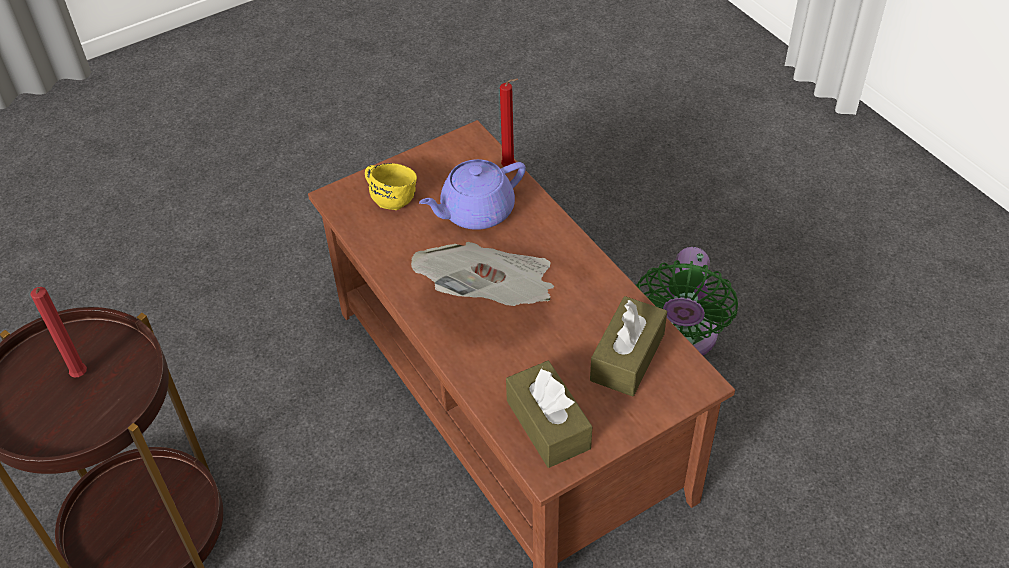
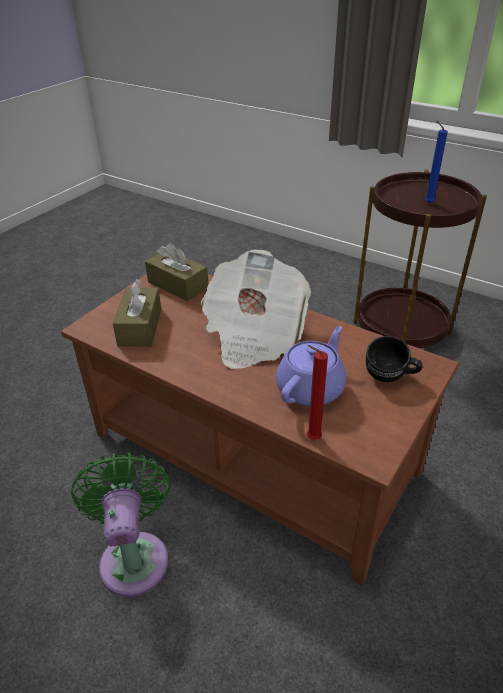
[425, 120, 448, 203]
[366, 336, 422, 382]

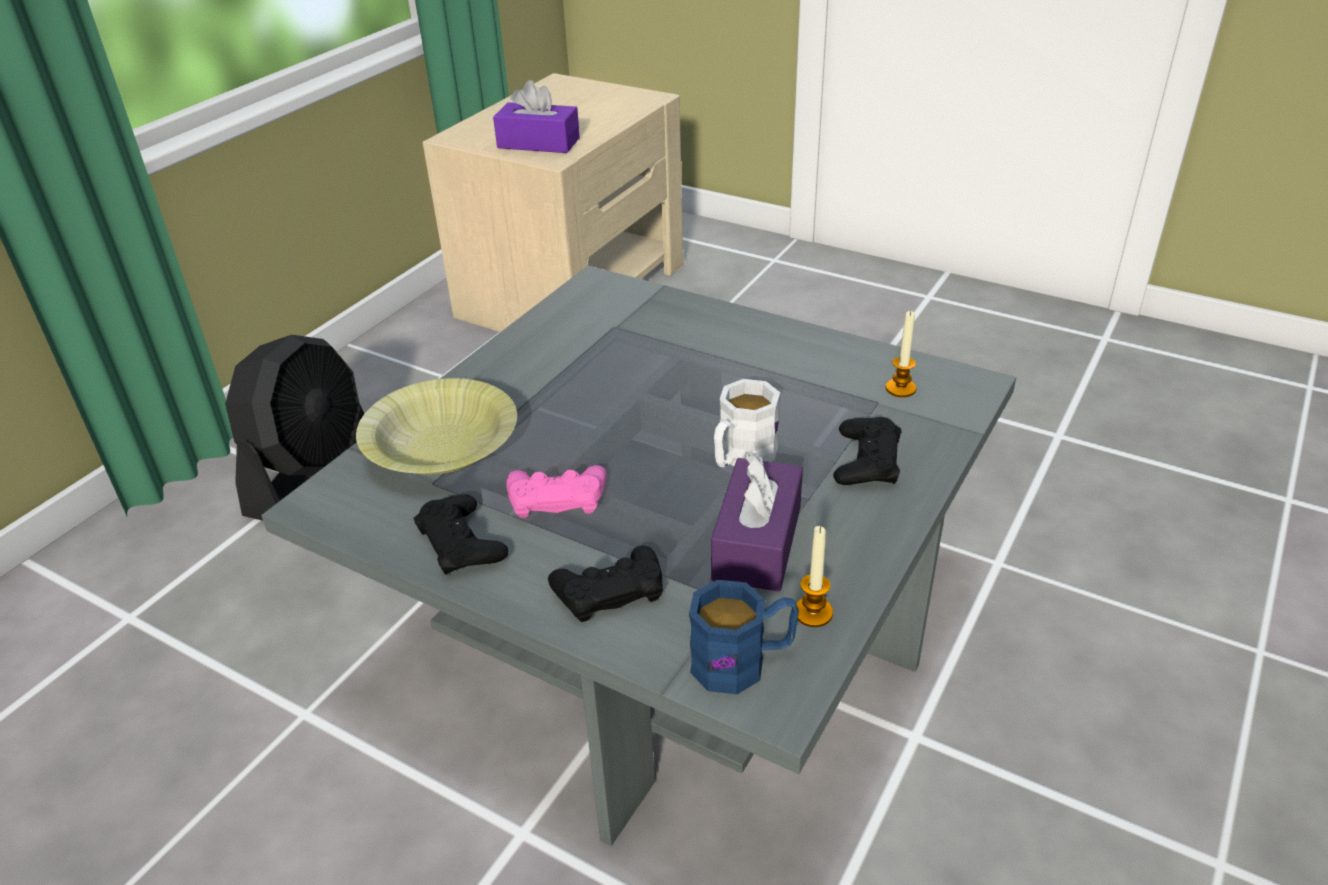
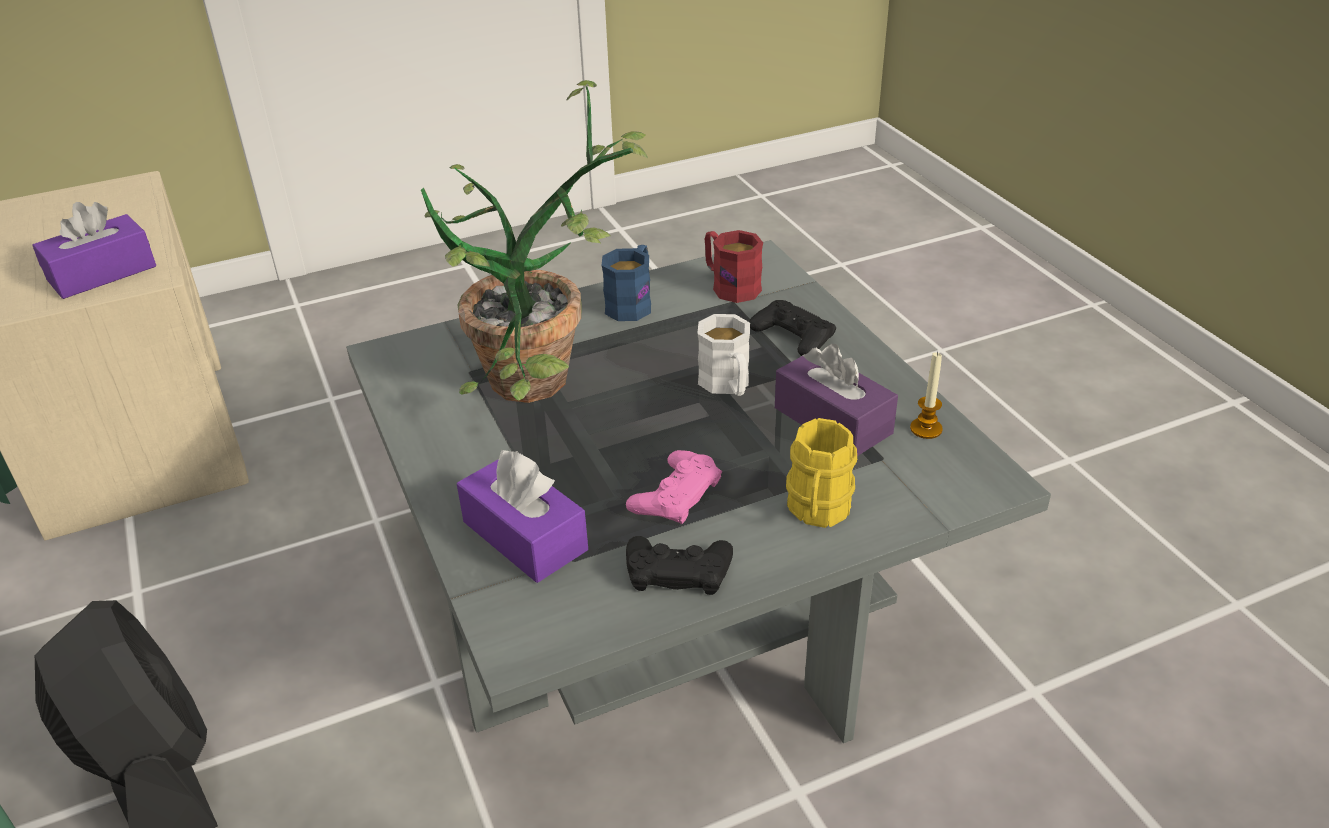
[421, 80, 647, 403]
[602, 245, 651, 321]
[457, 450, 588, 583]
[786, 418, 857, 528]
[705, 230, 763, 303]

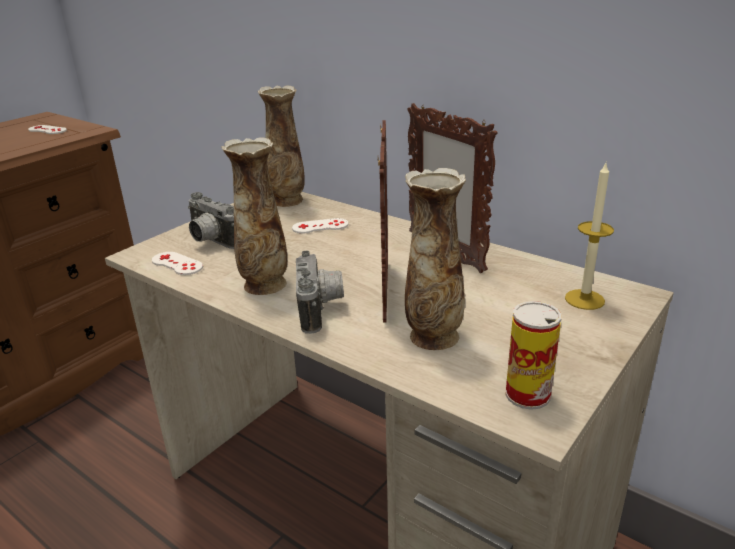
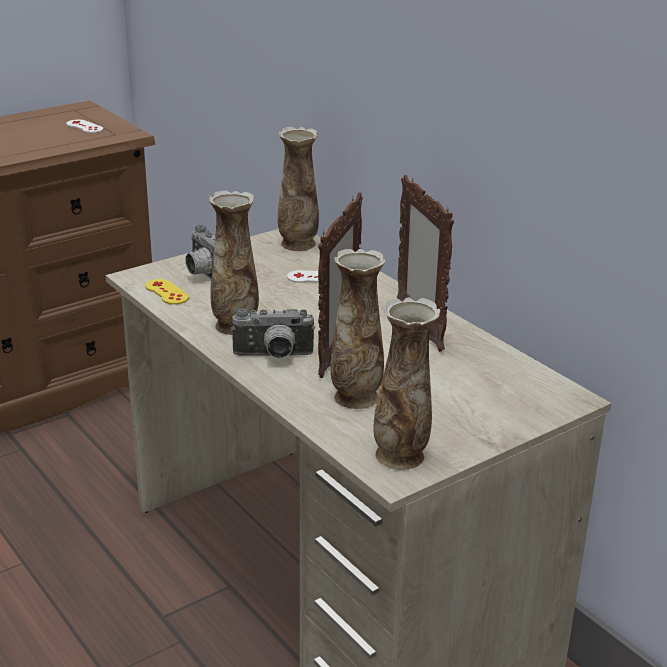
[565, 161, 614, 310] (first image)
[374, 297, 440, 470]
[145, 279, 189, 305]
[231, 308, 315, 359]

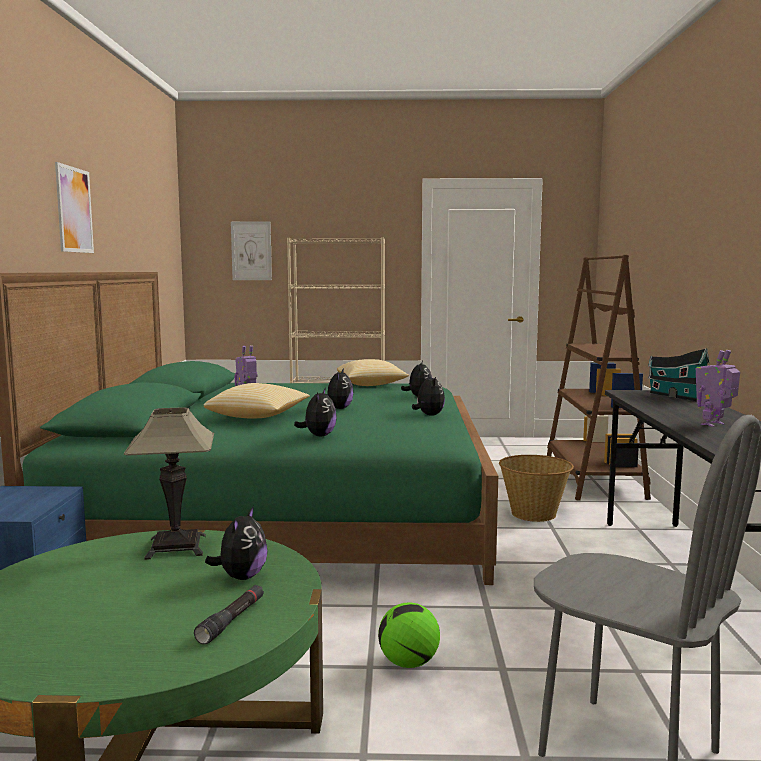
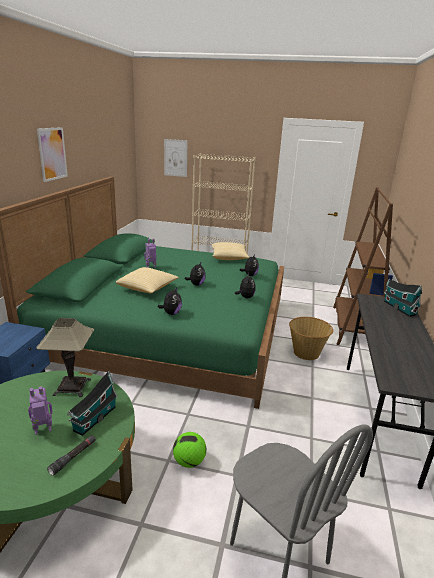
[28, 386, 53, 435]
[68, 371, 117, 436]

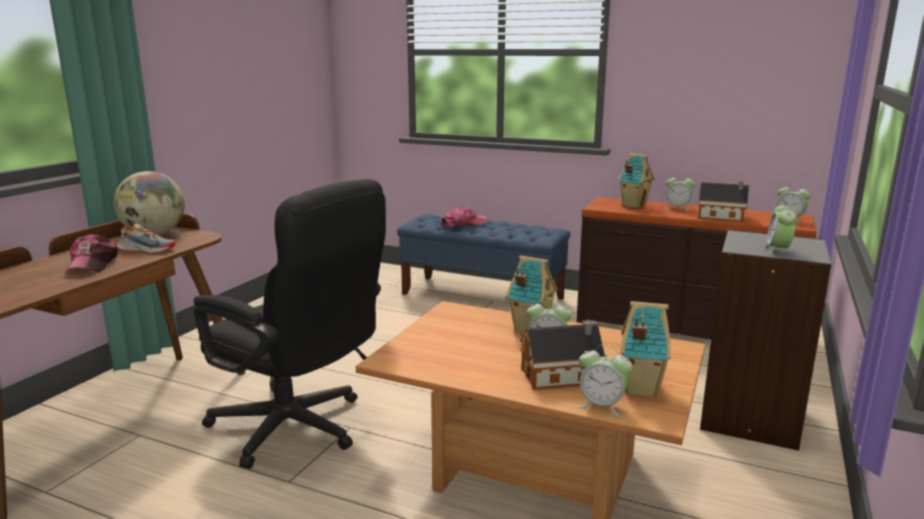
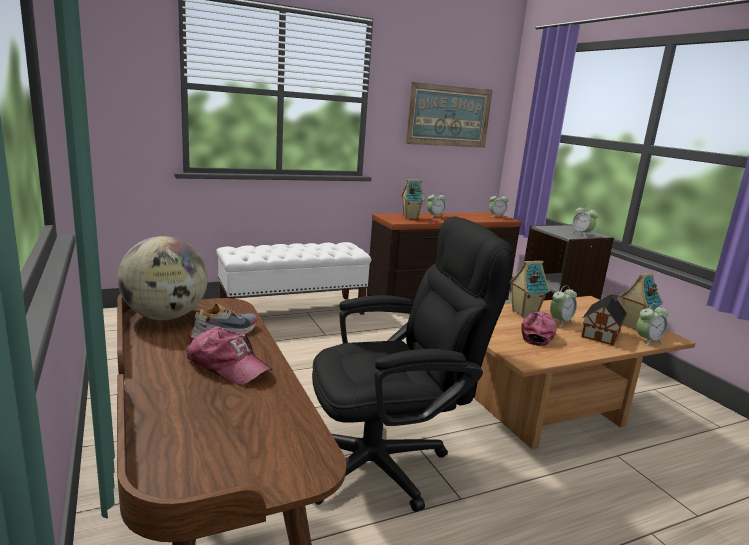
[698, 181, 749, 222] (first image)
[405, 82, 493, 148]
[521, 311, 557, 346]
[216, 242, 372, 315]

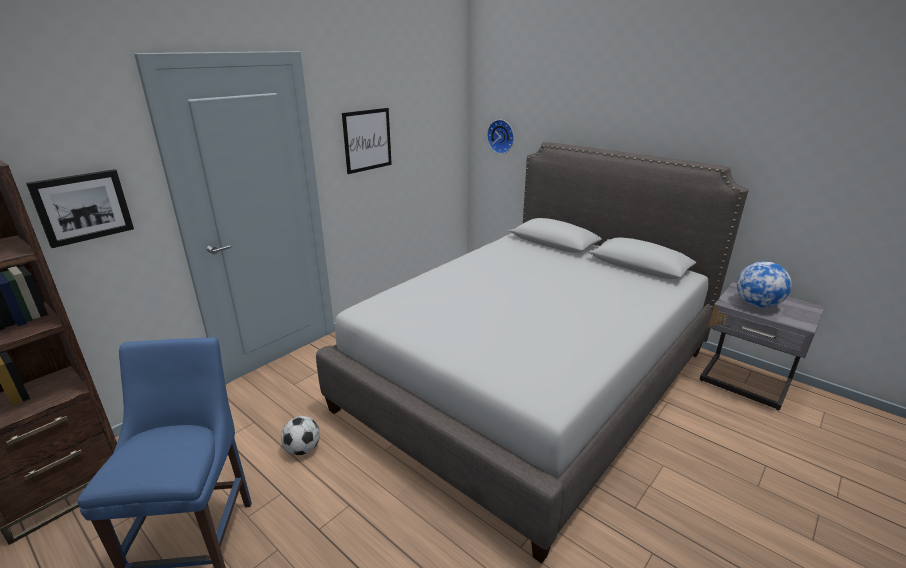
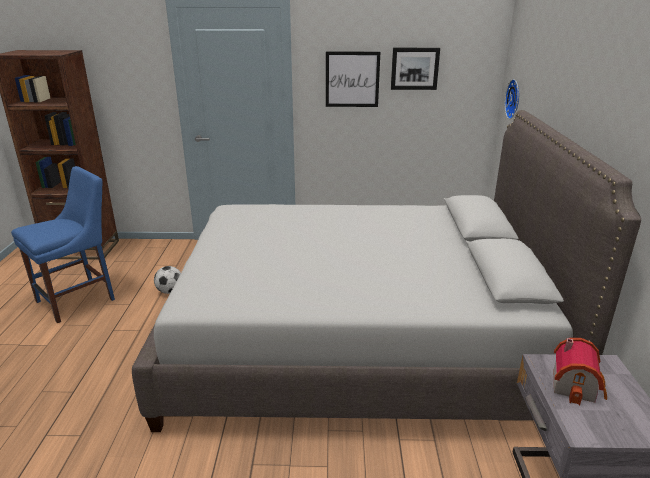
[391, 48, 440, 90]
[554, 338, 607, 405]

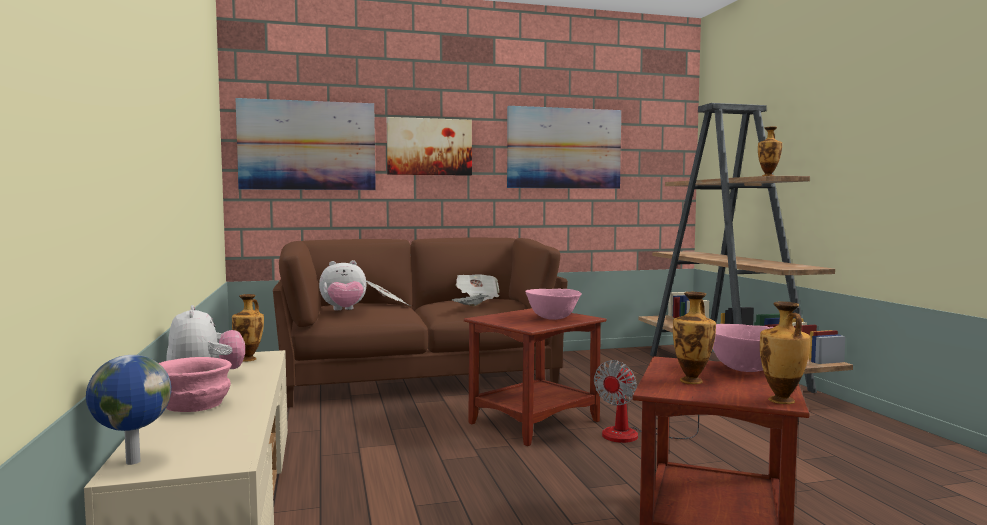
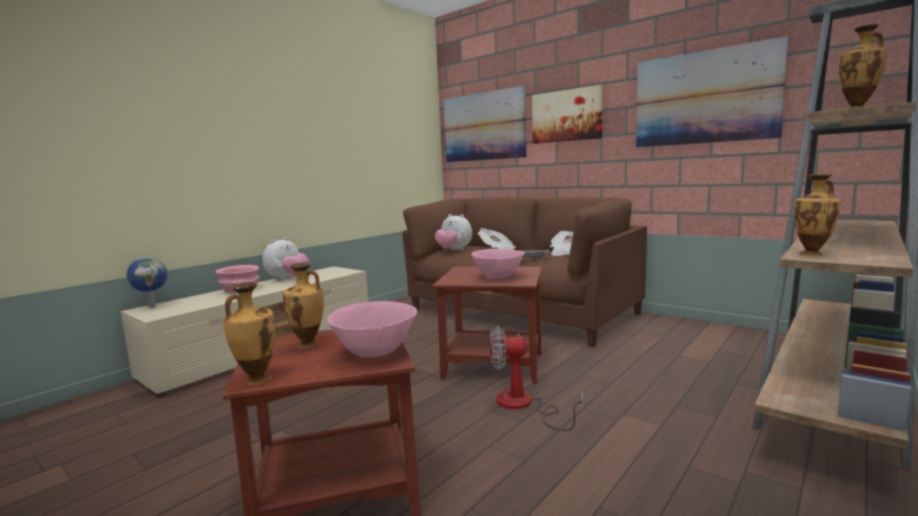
[794, 174, 841, 256]

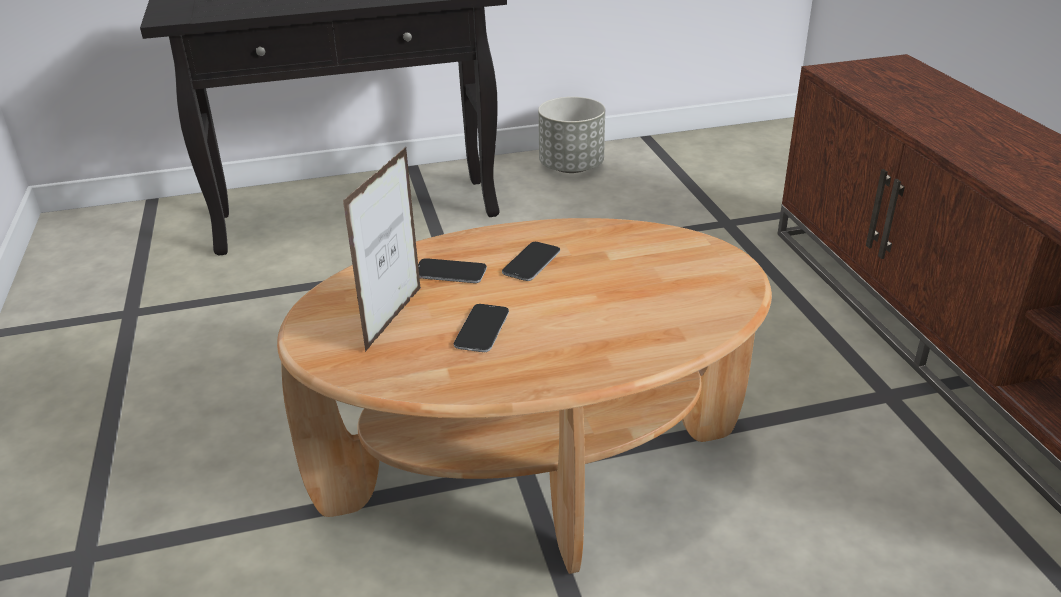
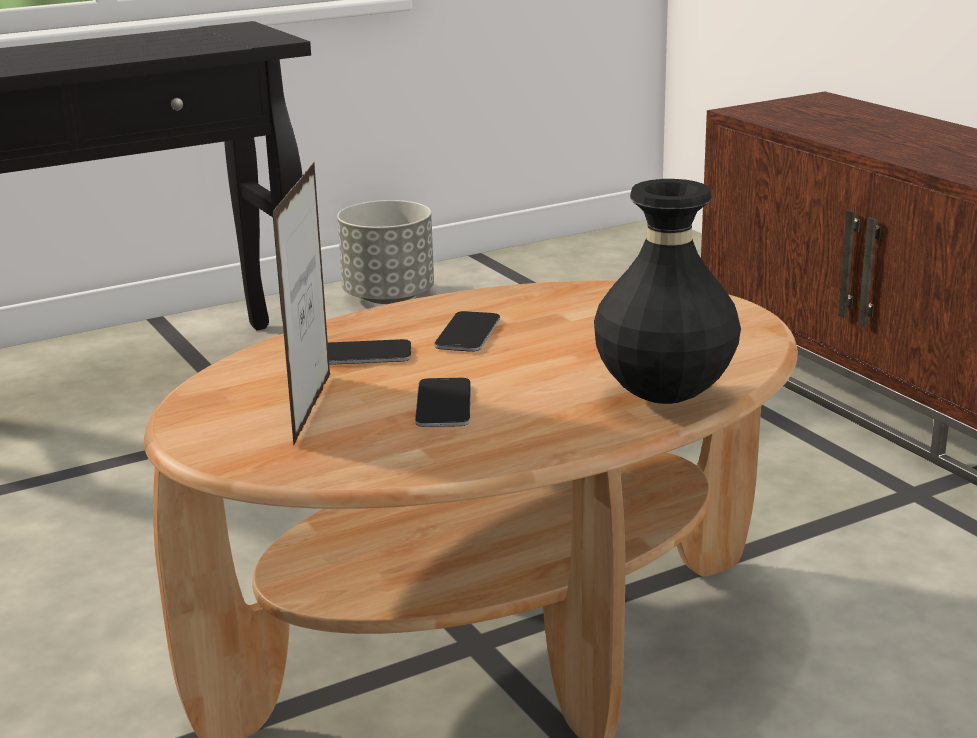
[594, 179, 741, 404]

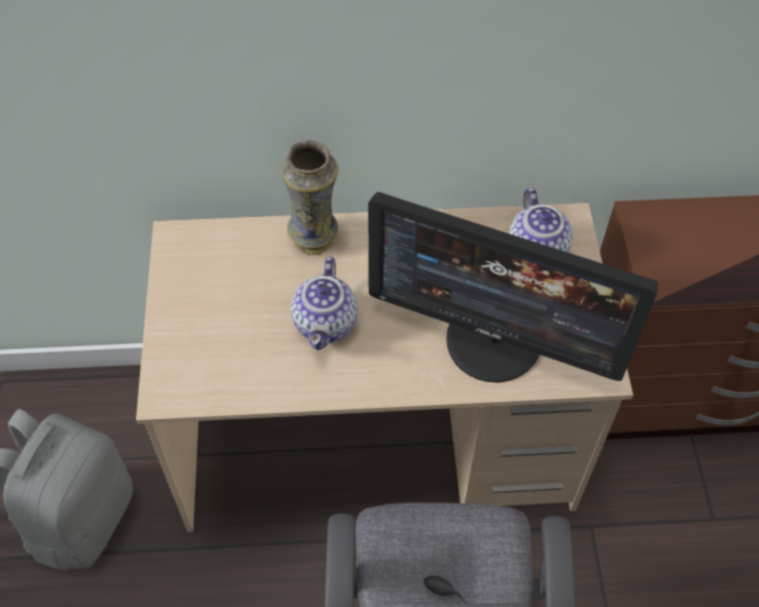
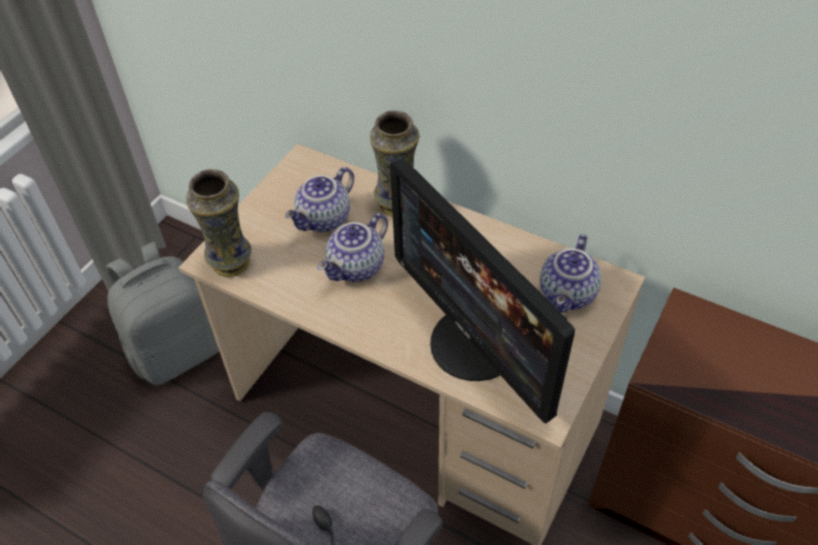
[186, 169, 251, 277]
[285, 167, 354, 232]

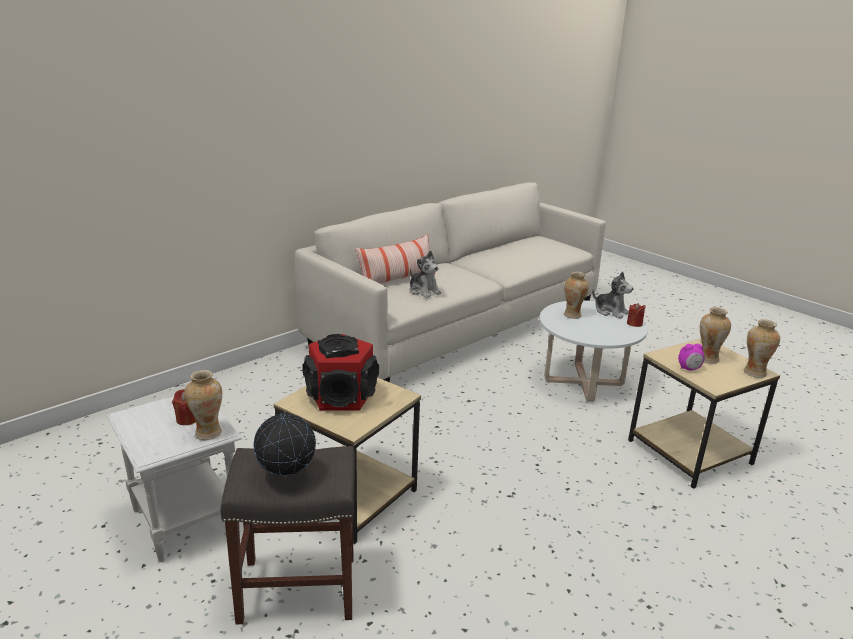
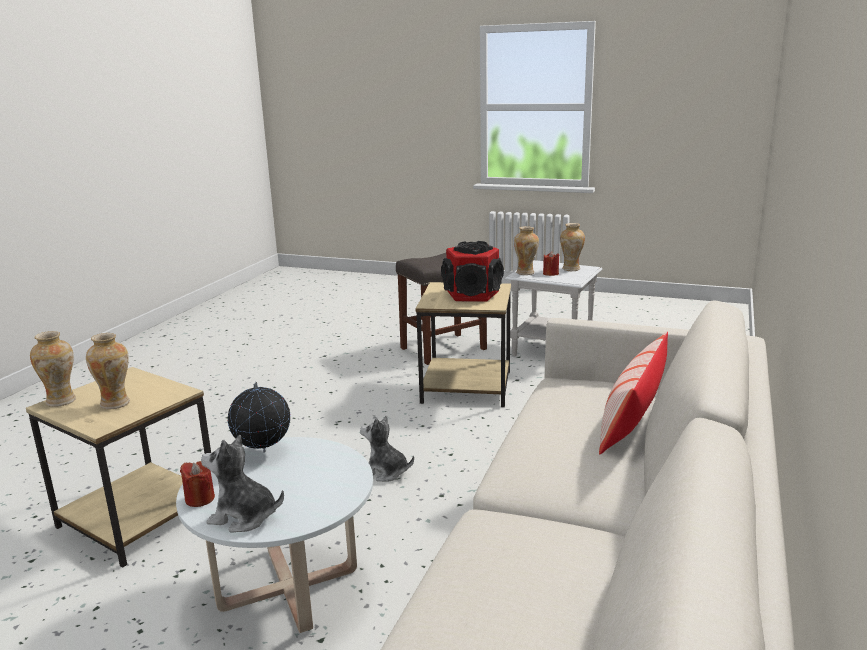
[678, 343, 704, 370] (first image)
[228, 382, 291, 453]
[360, 415, 414, 482]
[560, 223, 585, 271]

